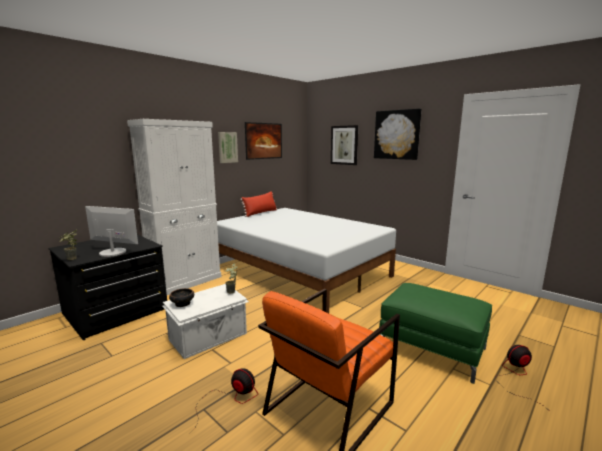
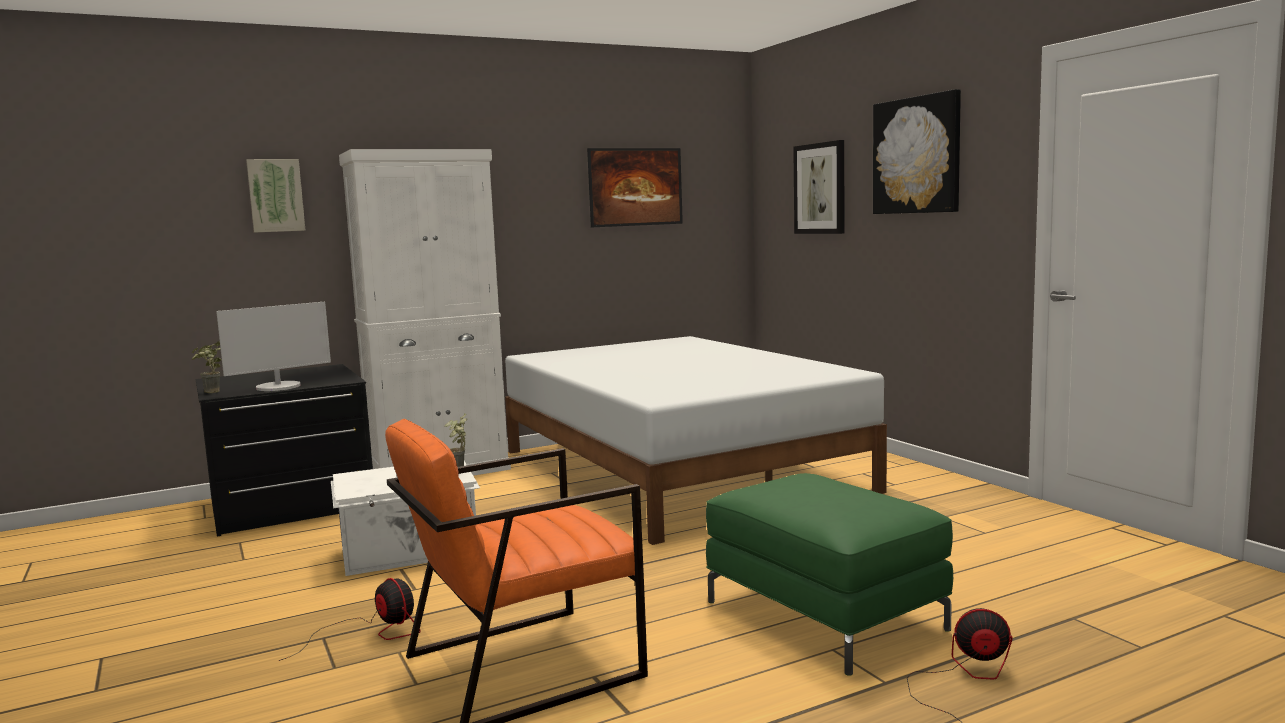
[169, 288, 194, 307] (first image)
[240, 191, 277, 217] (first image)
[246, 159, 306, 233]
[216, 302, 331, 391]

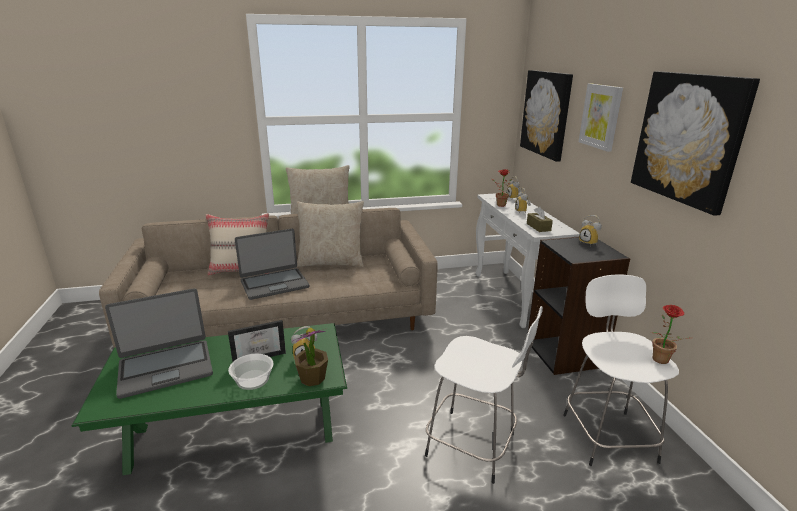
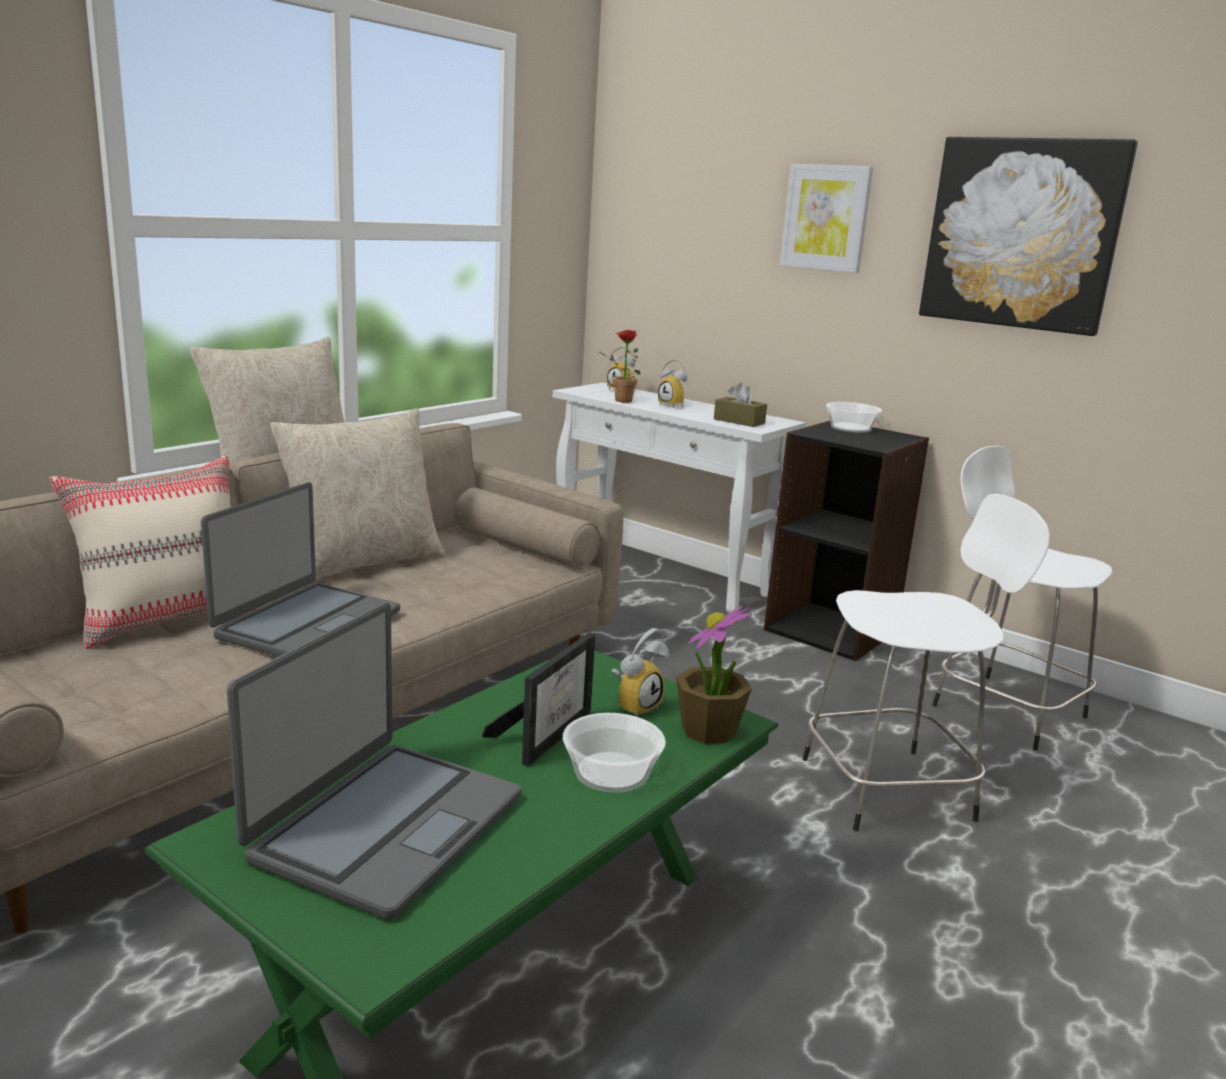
[520, 70, 573, 162] (first image)
[651, 305, 688, 364] (first image)
[826, 402, 882, 432]

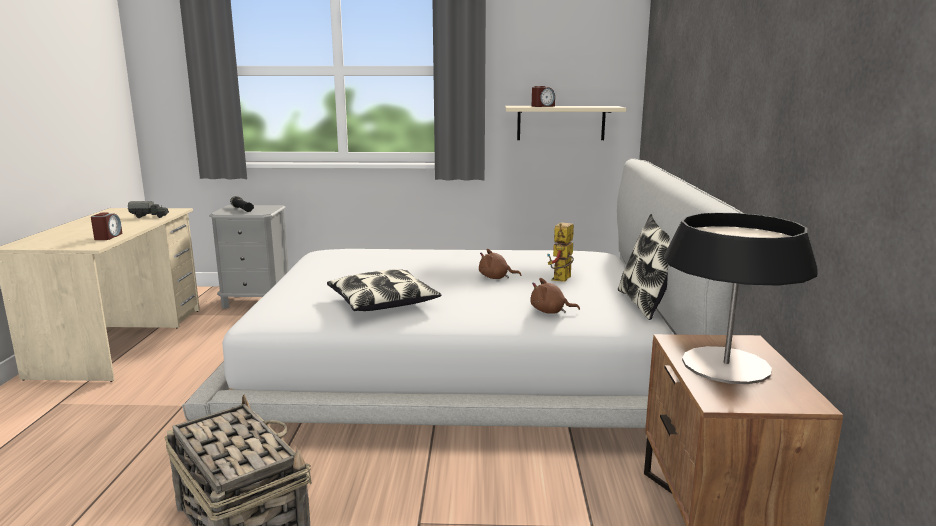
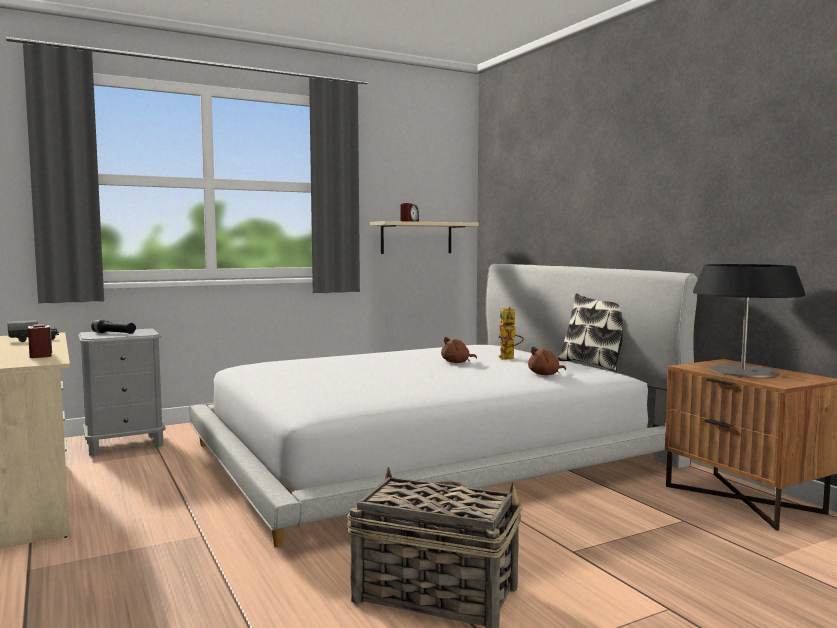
[327, 269, 441, 311] (first image)

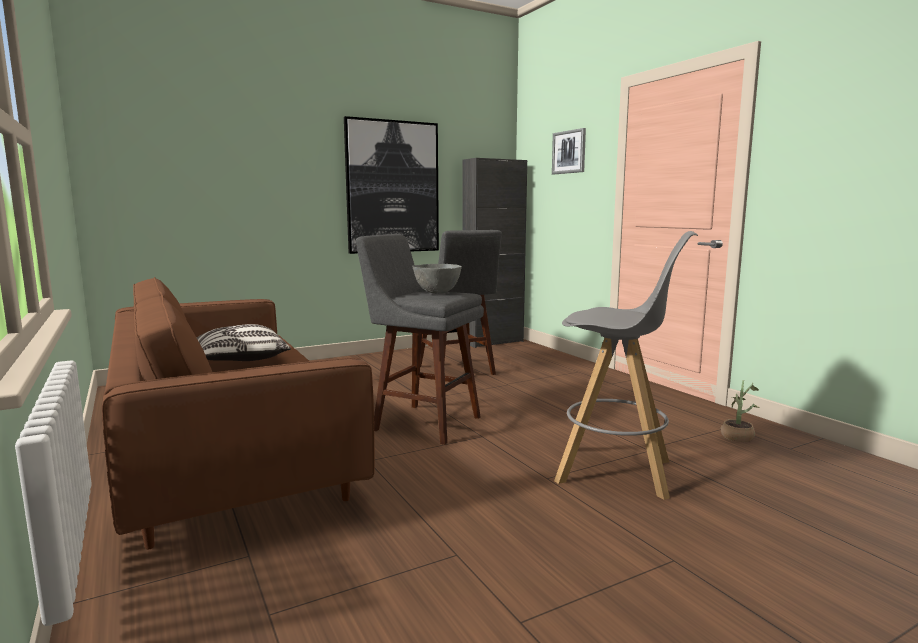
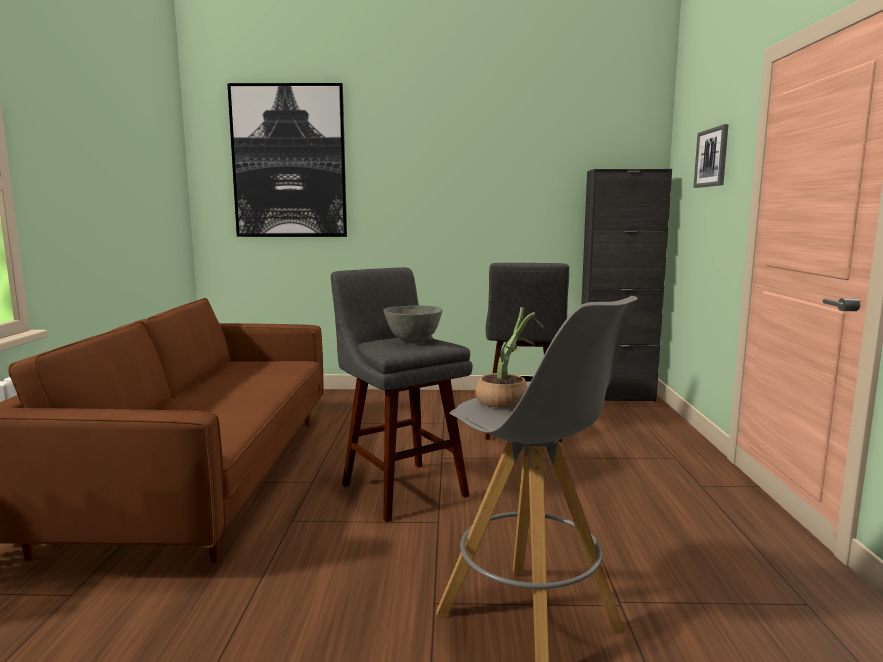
[197, 324, 291, 361] (first image)
[227, 83, 347, 237]
[476, 307, 544, 408]

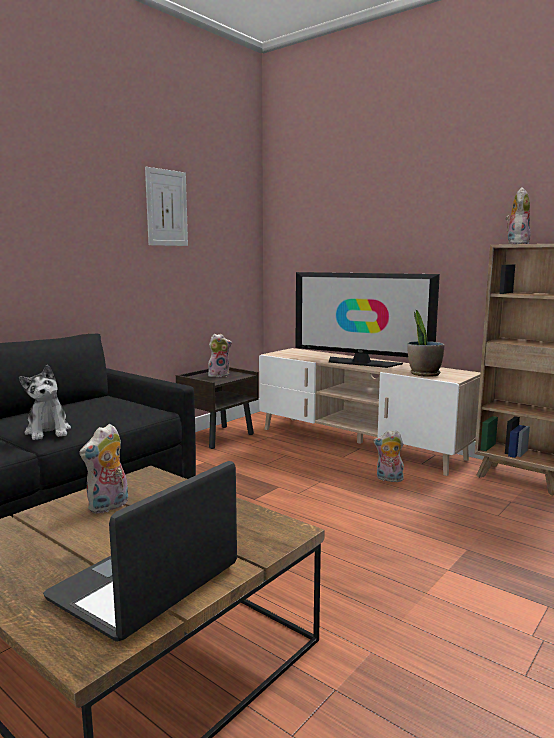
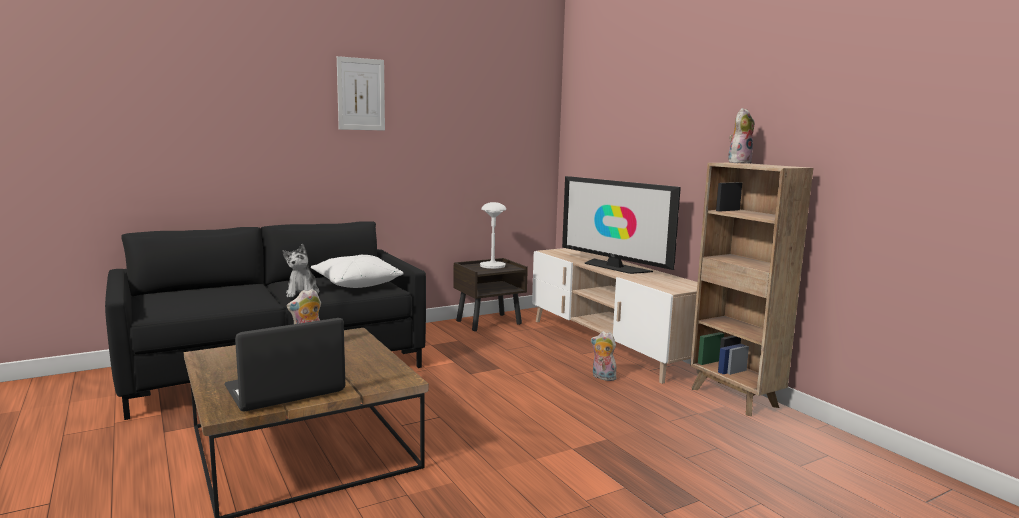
[407, 310, 445, 377] (first image)
[311, 254, 404, 288]
[337, 56, 385, 131]
[480, 202, 506, 269]

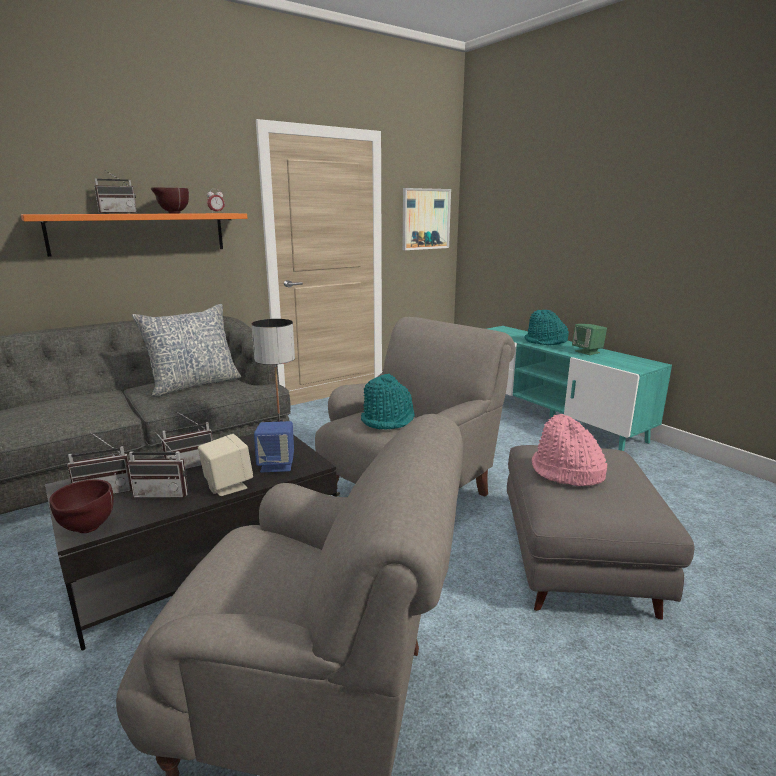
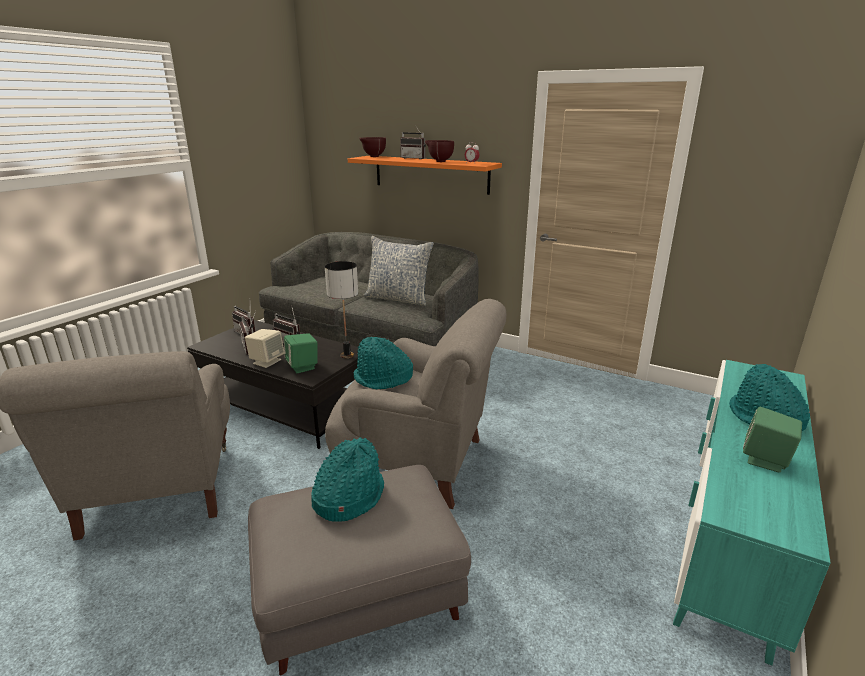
[403, 188, 451, 250] (first image)
[359, 137, 386, 157]
[284, 333, 318, 373]
[311, 437, 384, 522]

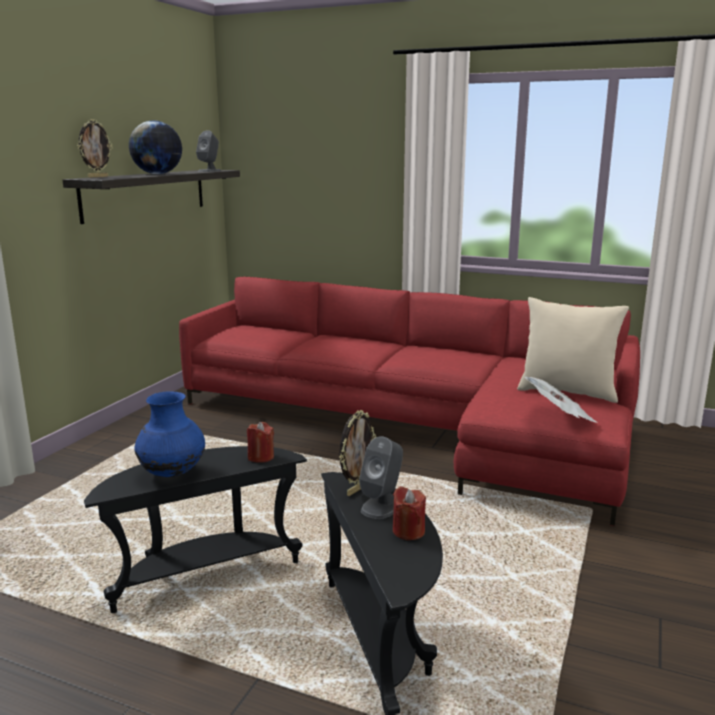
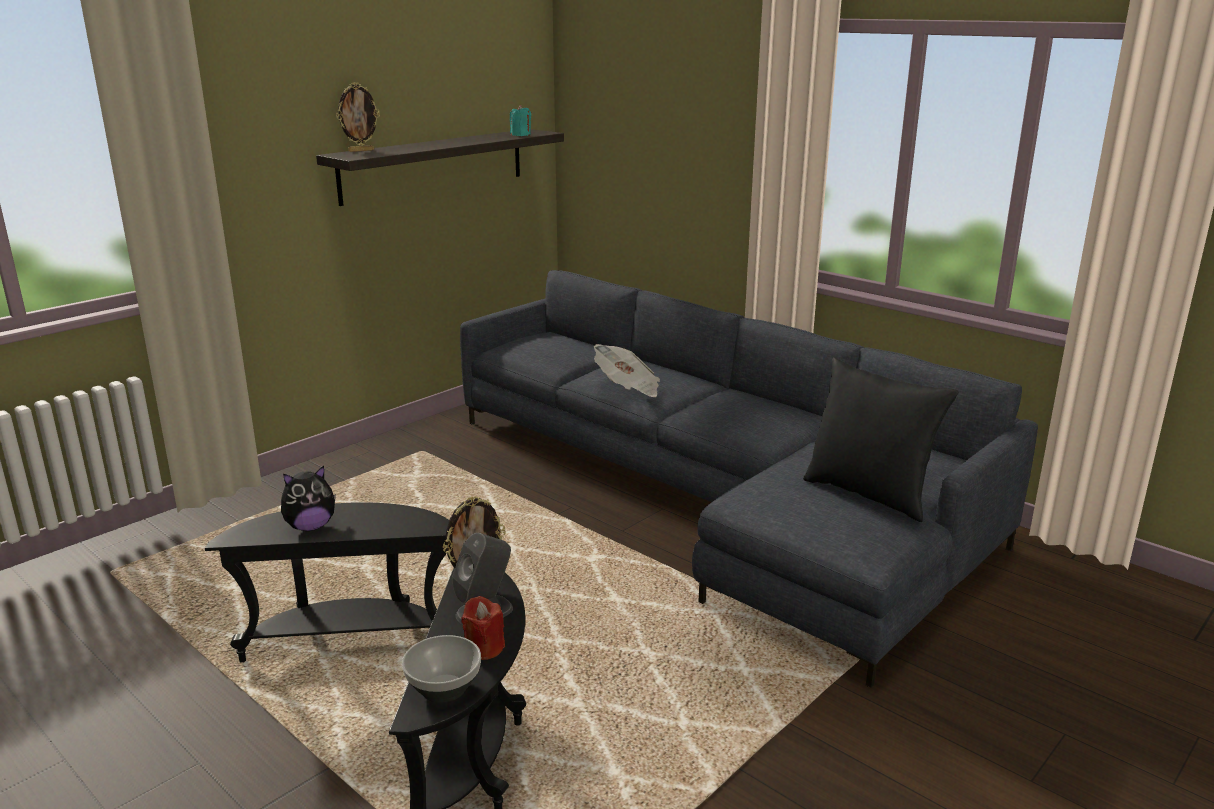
[129, 120, 182, 174] (first image)
[247, 422, 274, 463] (first image)
[402, 635, 481, 703]
[594, 344, 660, 397]
[281, 466, 336, 531]
[510, 105, 531, 136]
[460, 270, 1038, 688]
[803, 357, 958, 522]

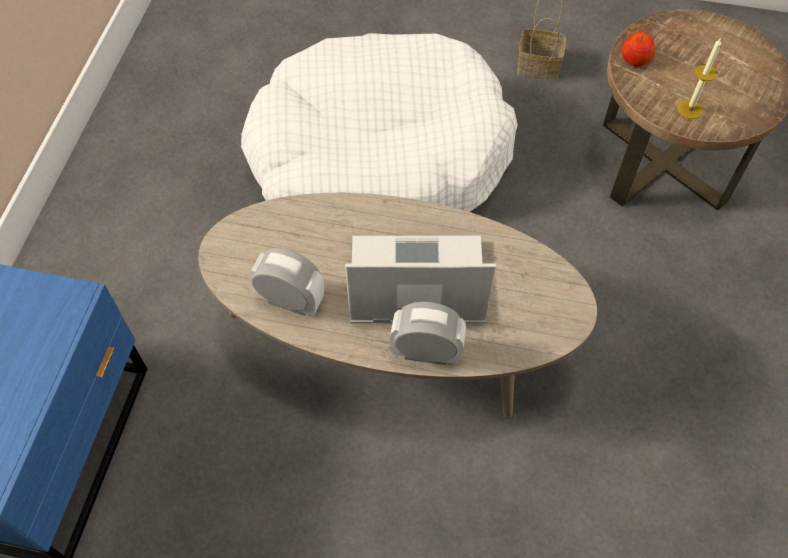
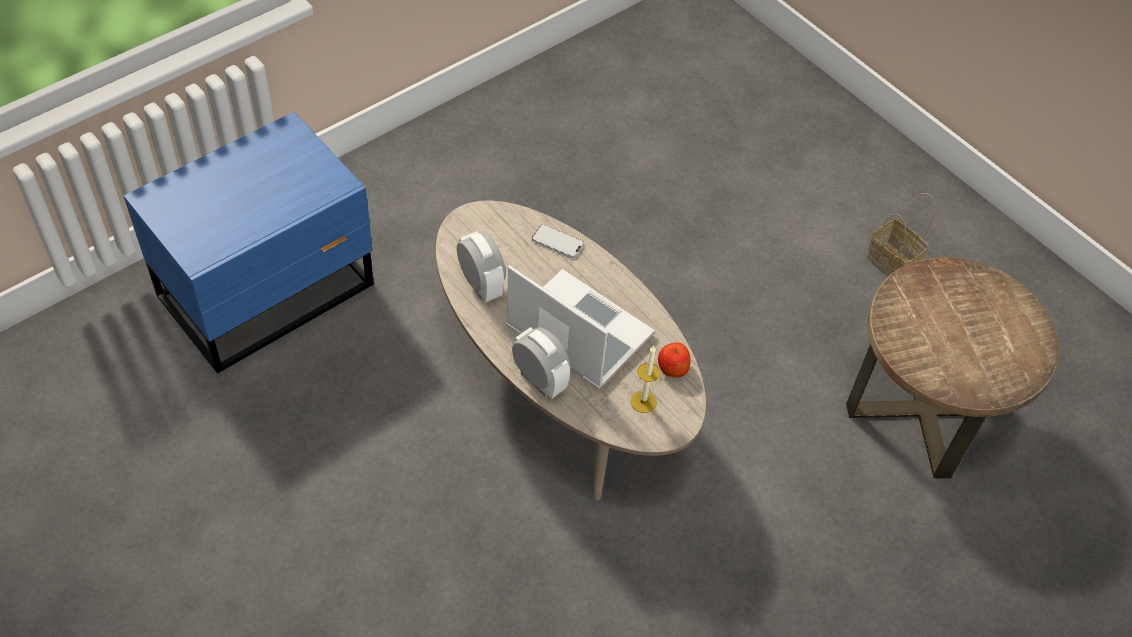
[241, 33, 518, 212] (first image)
[532, 224, 584, 258]
[658, 343, 691, 377]
[631, 346, 660, 413]

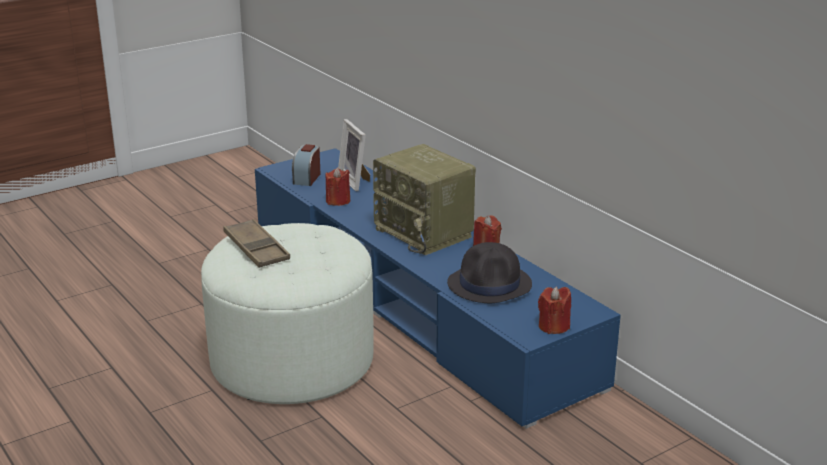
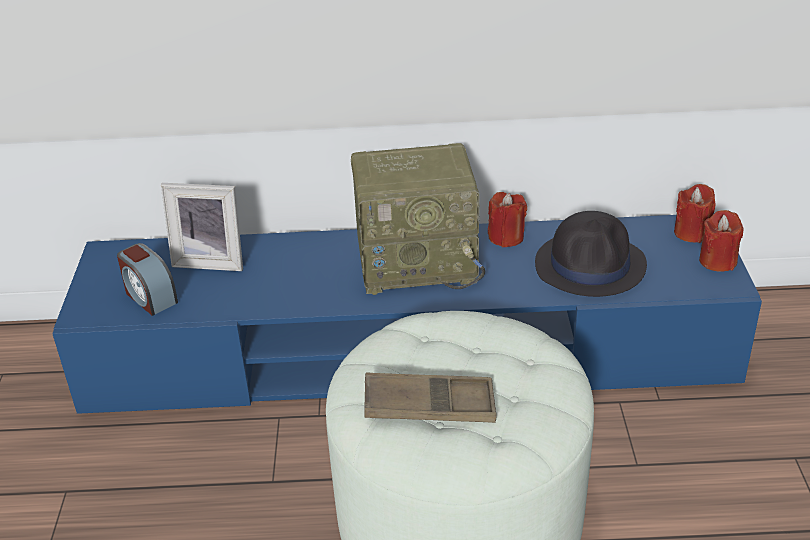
[674, 184, 716, 243]

